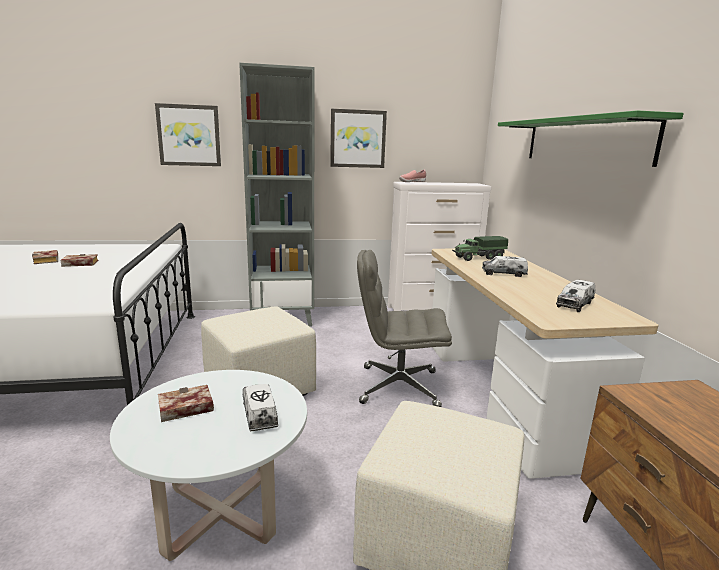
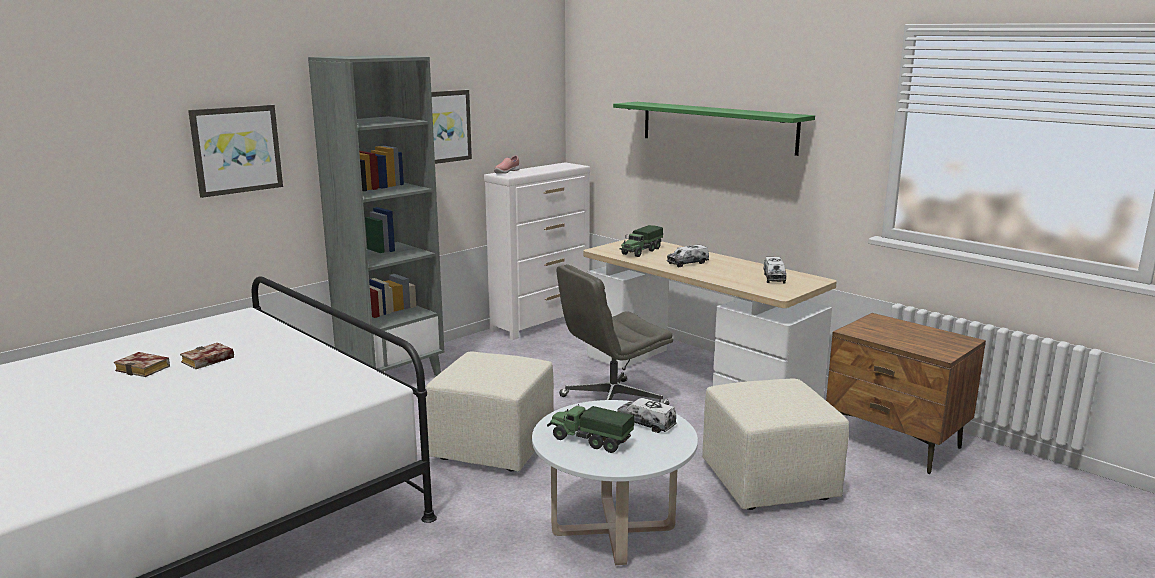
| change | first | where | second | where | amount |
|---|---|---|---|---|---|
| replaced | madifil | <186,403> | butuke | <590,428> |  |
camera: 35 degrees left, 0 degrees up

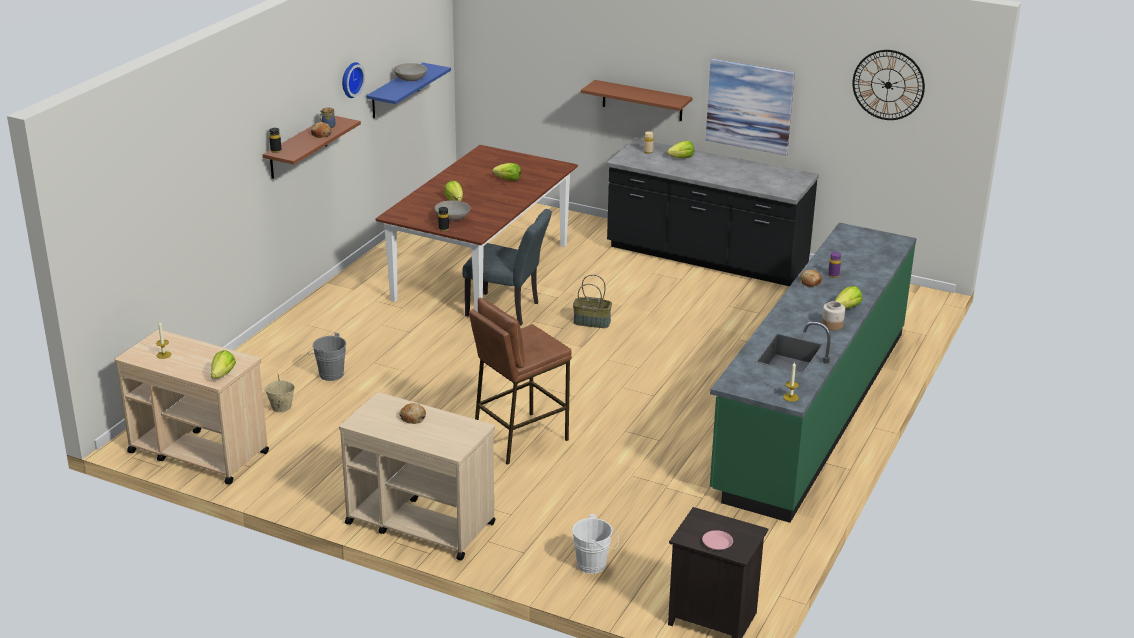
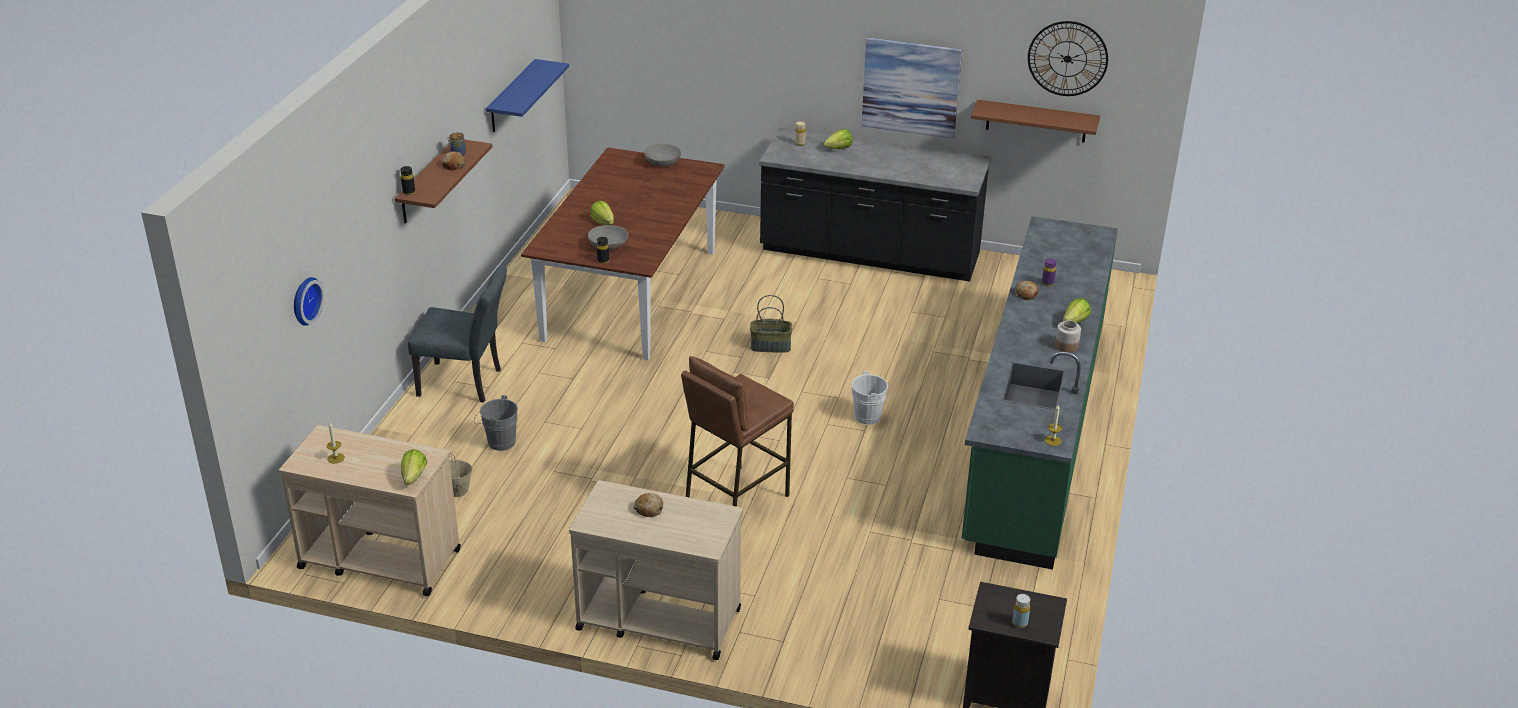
| change | first | where | second | where | amount |
|---|---|---|---|---|---|
| removed | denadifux | <506,172> |  |  |  |
| moved | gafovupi | <353,80> |  | <309,301> |  |
| moved | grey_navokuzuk | <410,72> |  | <662,155> |  |
| moved | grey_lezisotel | <507,267> |  | <457,334> |  |
| moved | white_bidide | <595,544> |  | <872,398> |  |
| moved | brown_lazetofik | <637,100> |  | <1035,121> |  |
| replaced | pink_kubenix | <717,540> | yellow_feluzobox | <1021,611> |  |
camera: 10 degrees left, 5 degrees up

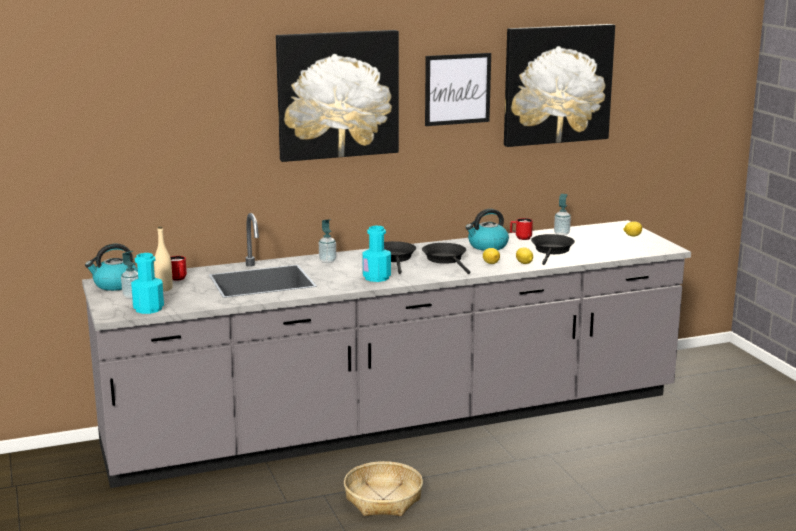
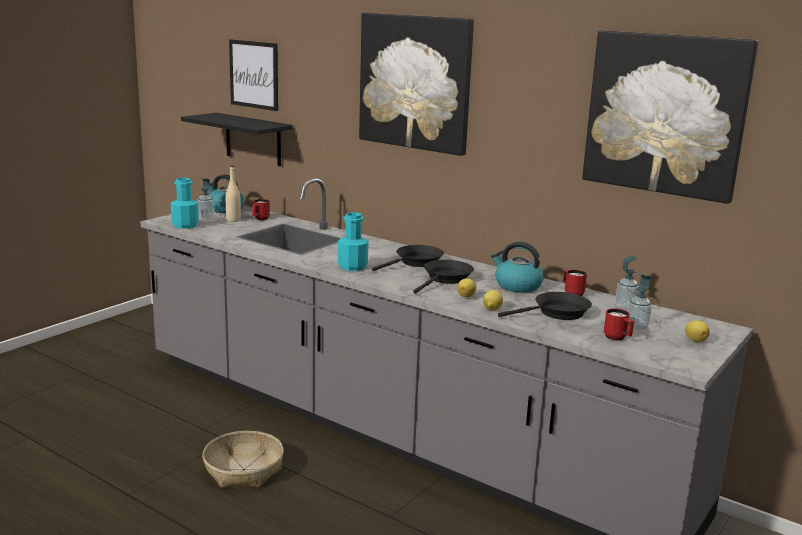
| change | first | where | second | where | amount |
|---|---|---|---|---|---|
| added |  |  | black_lazetofik | <237,139> |  |
| added |  |  | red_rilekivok | <619,325> |  |
| moved | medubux | <327,241> |  | <640,302> |  |
| moved | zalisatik | <458,89> |  | <253,75> |  |
camera: 55 degrees right, 0 degrees up

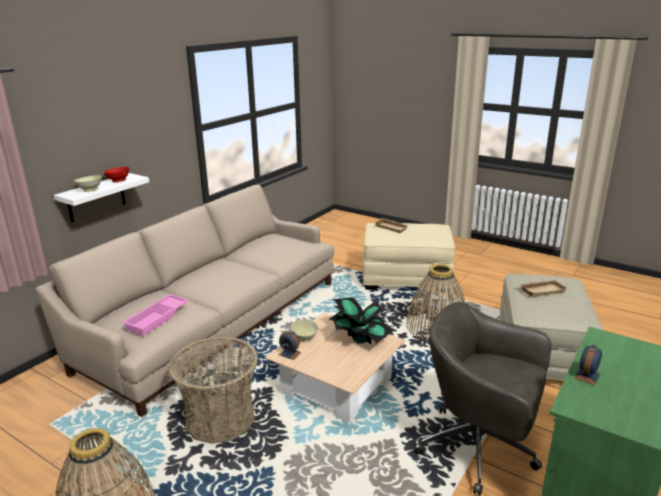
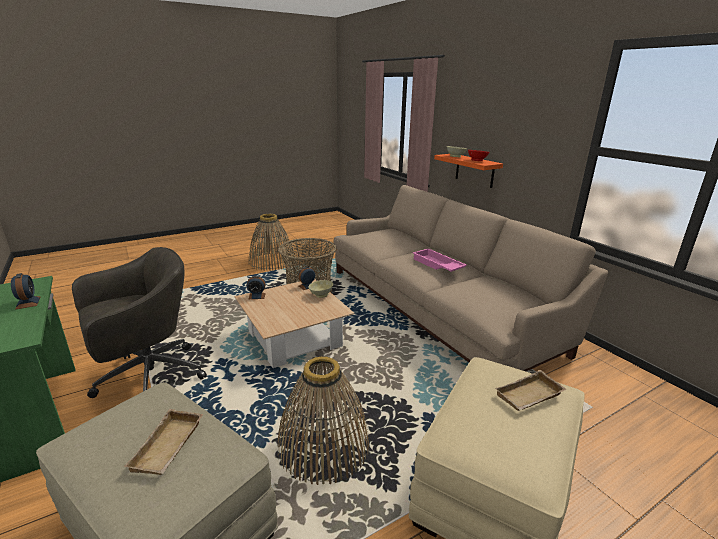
| change | first | where | second | where | amount |
|---|---|---|---|---|---|
| removed | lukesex | <361,320> |  |  |  |
| added |  |  | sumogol | <256,287> |  |
| moved | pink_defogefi | <155,315> |  | <440,260> |  |
| recoloured | white_lazetofik | <101,197> | orange_lazetofik | <468,171> |  |
camera: 115 degrees right, 0 degrees up

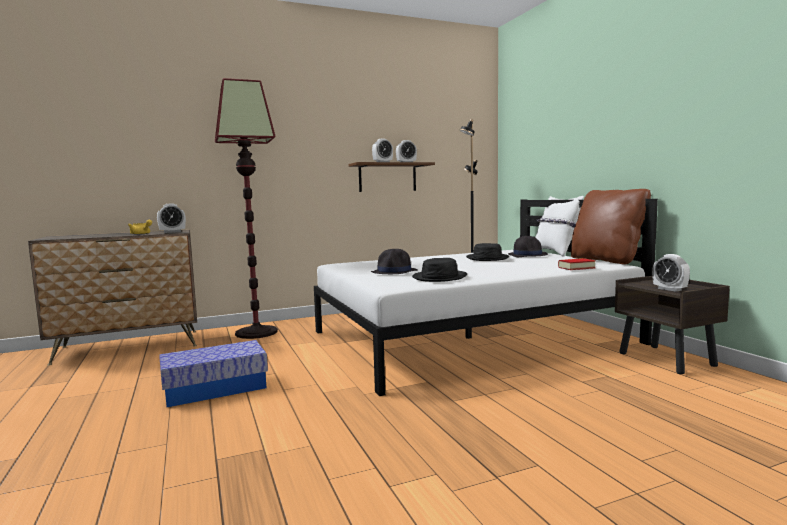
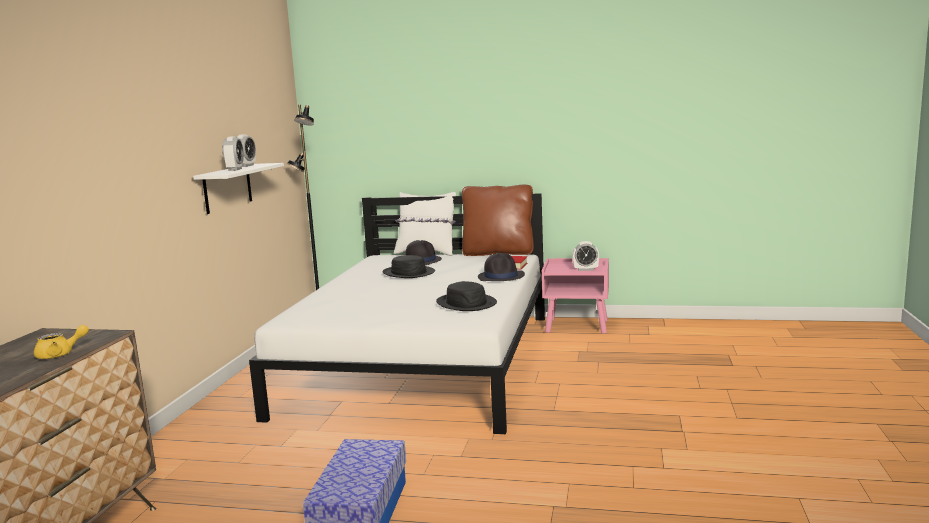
| change | first | where | second | where | amount |
|---|---|---|---|---|---|
| removed | sumogol | <171,218> |  |  |  |
| removed | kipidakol | <246,208> |  |  |  |
| moved | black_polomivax | <394,261> |  | <501,267> |  |
| recoloured | brown_lazetofik | <392,177> | white_lazetofik | <238,188> |  |
| recoloured | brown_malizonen | <672,325> | pink_malizonen | <575,296> |  |
camera: 55 degrees left, 5 degrees up

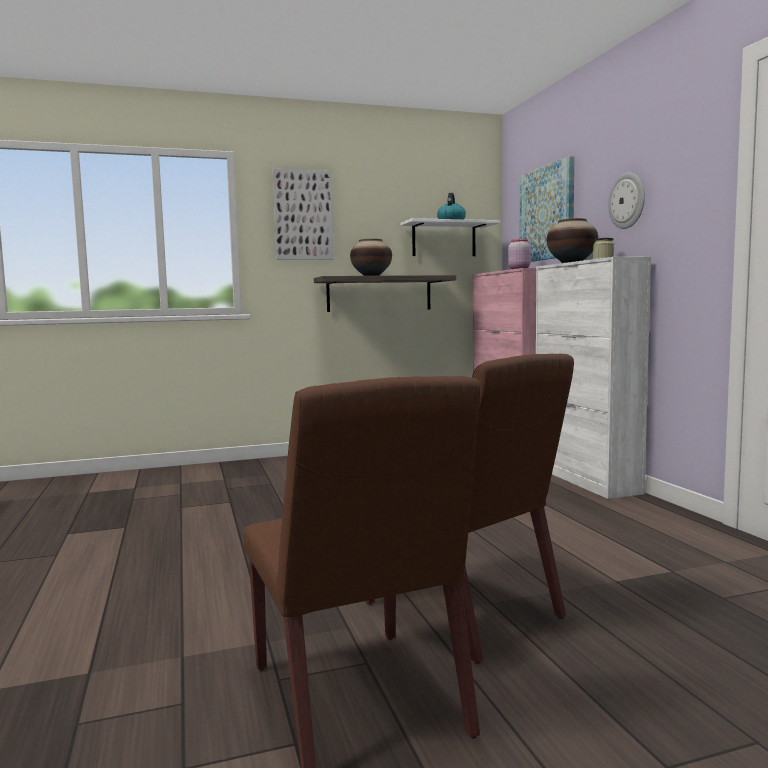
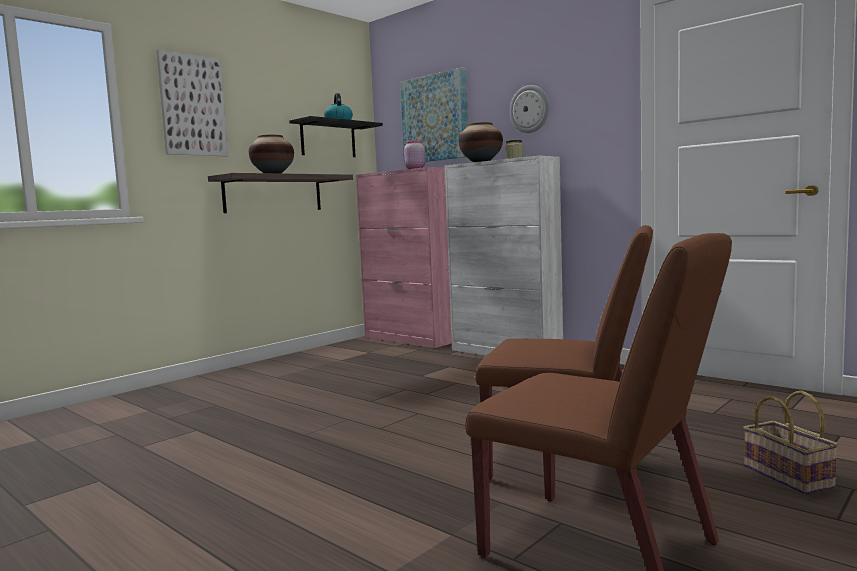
| change | first | where | second | where | amount |
|---|---|---|---|---|---|
| added |  |  | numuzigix | <790,443> |  |
| recoloured | white_lazetofik | <450,237> | black_lazetofik | <336,136> |  |
camera: 30 degrees left, 0 degrees up

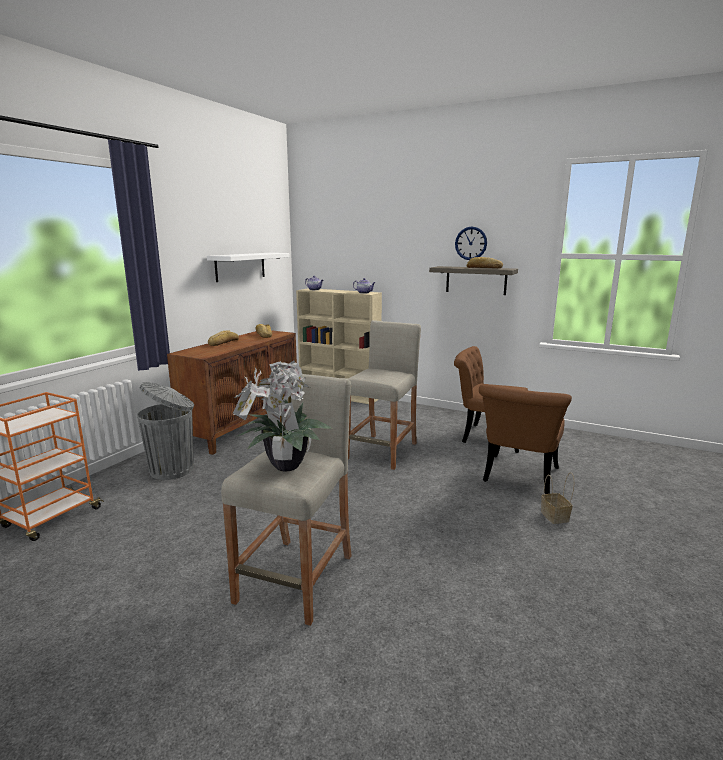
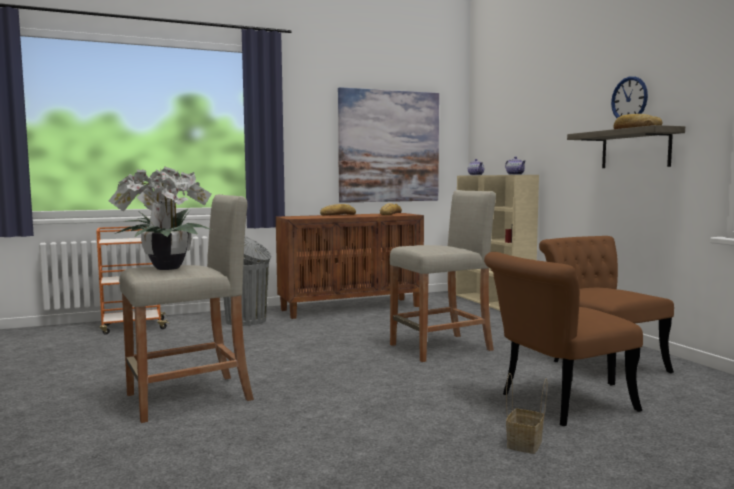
| change | first | where | second | where | amount |
|---|---|---|---|---|---|
| replaced | white_lazetofik | <248,267> | zalisatik | <388,145> |  |
camera: 40 degrees right, 10 degrees down

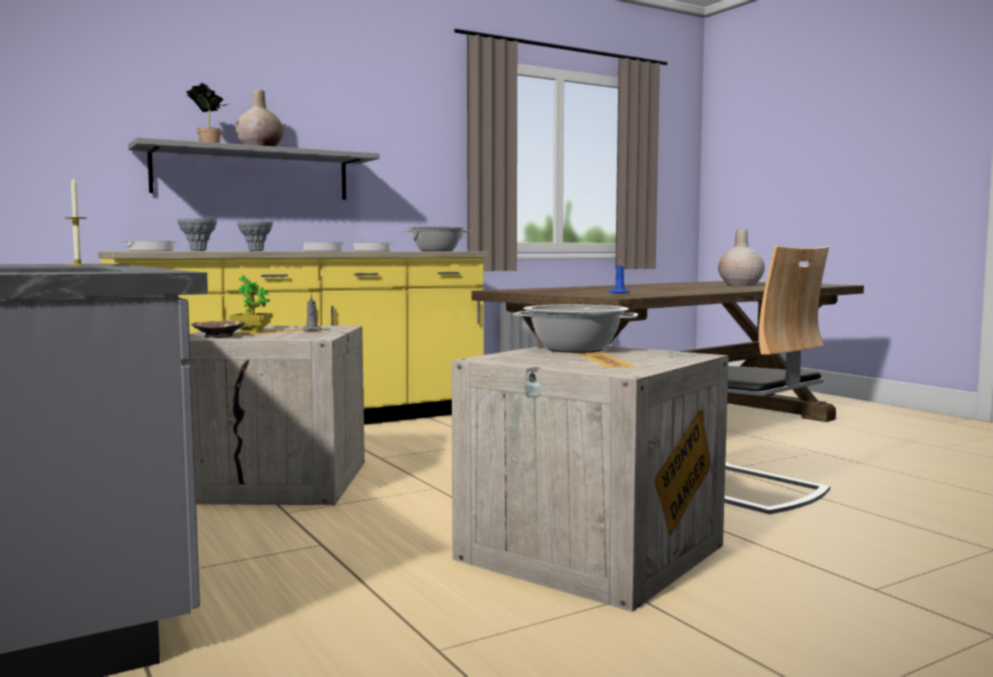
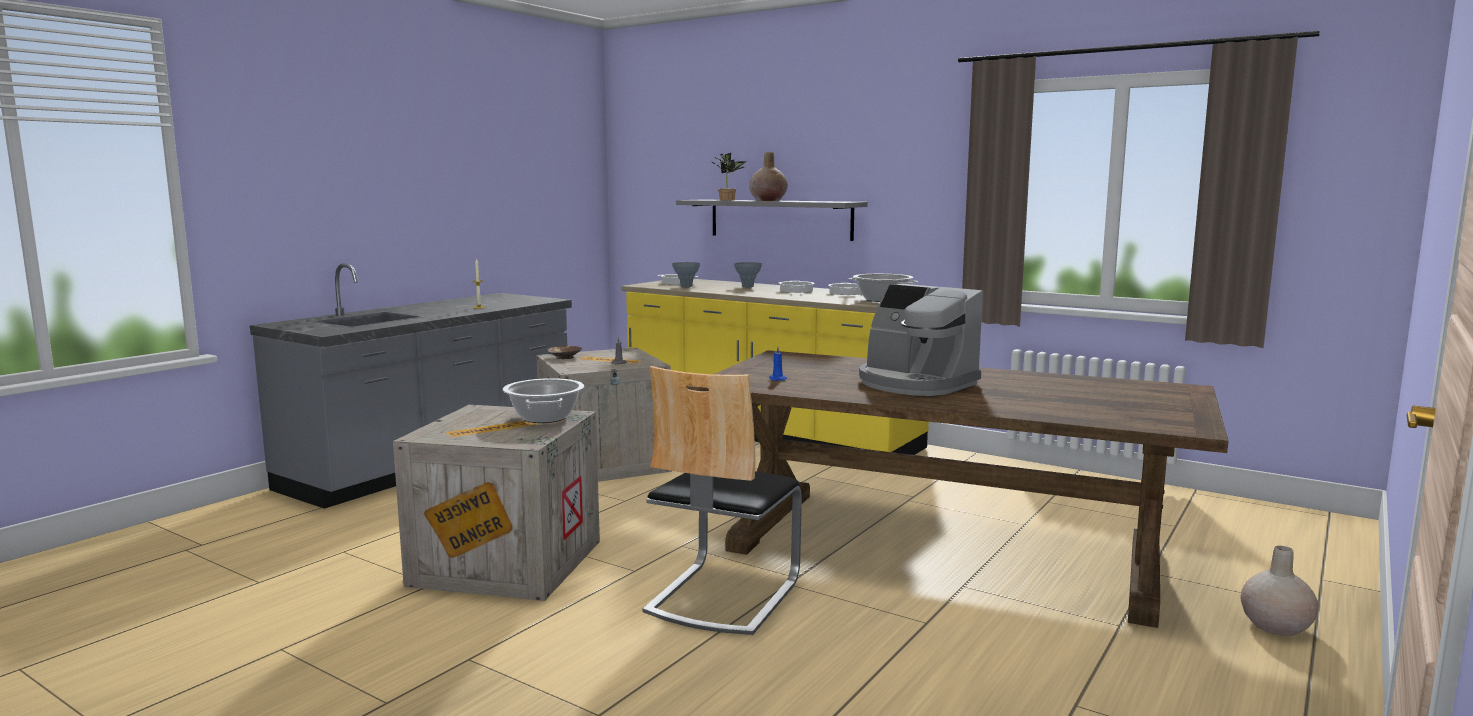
| change | first | where | second | where | amount |
|---|---|---|---|---|---|
| removed | lukesex | <251,304> |  |  |  |
| added |  |  | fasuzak | <921,340> |  |
| moved | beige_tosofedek | <741,257> |  | <1280,591> |  |
camera: 65 degrees right, 5 degrees up

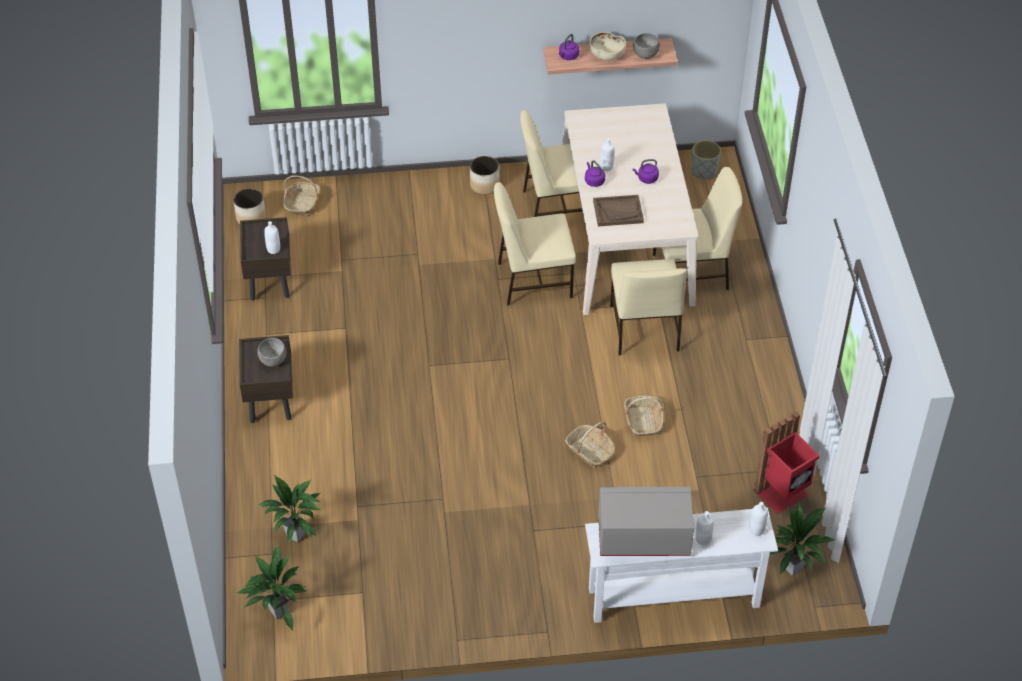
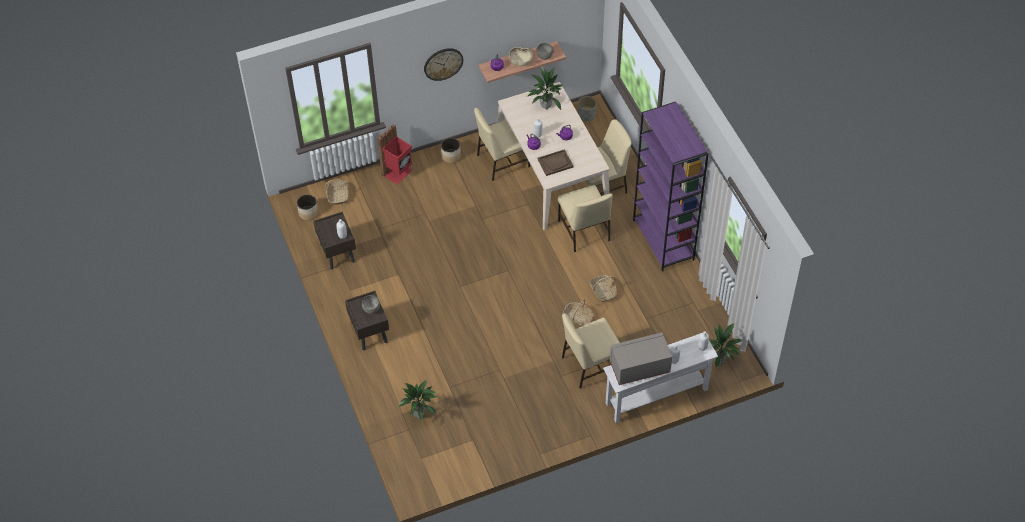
| change | first | where | second | where | amount |
|---|---|---|---|---|---|
| added |  |  | gafovupi | <443,64> |  |
| added |  |  | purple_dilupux | <671,186> |  |
| moved | lukesex | <272,588> |  | <545,88> |  |
| moved | beige_lezisotel | <535,244> |  | <591,351> |  |
| moved | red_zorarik | <787,462> |  | <394,154> |  |
camera: 15 degrees left, 5 degrees up

